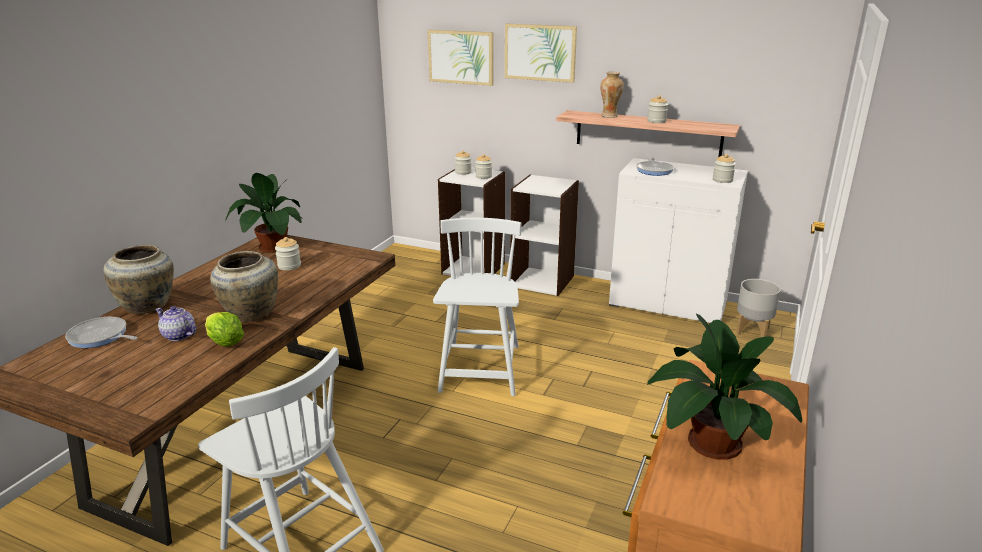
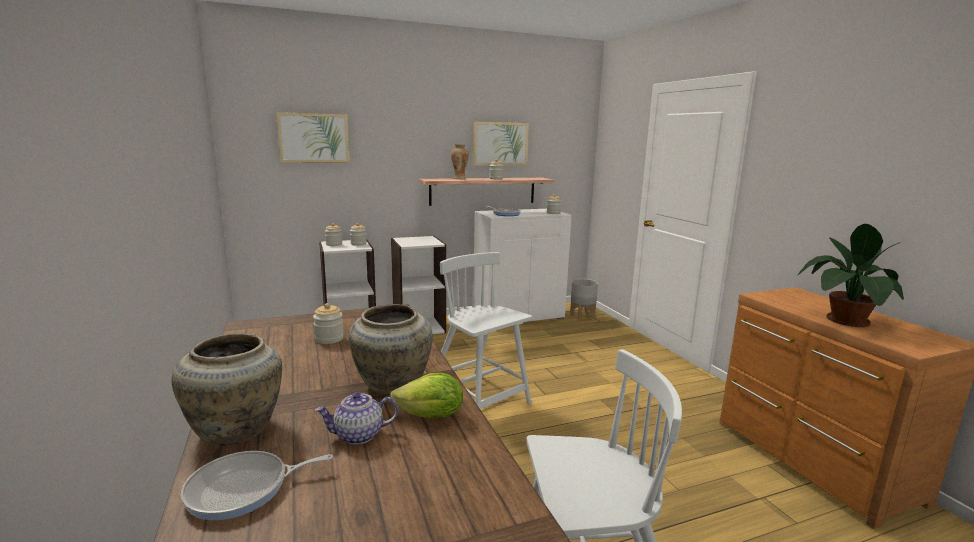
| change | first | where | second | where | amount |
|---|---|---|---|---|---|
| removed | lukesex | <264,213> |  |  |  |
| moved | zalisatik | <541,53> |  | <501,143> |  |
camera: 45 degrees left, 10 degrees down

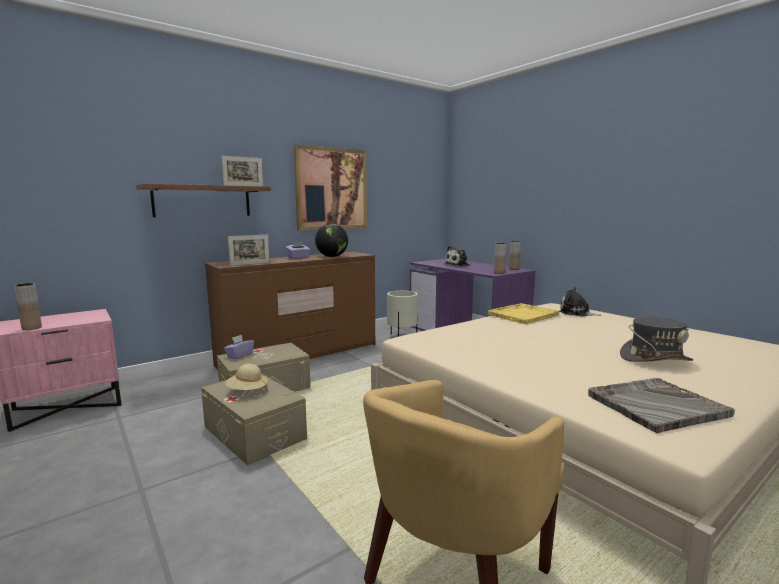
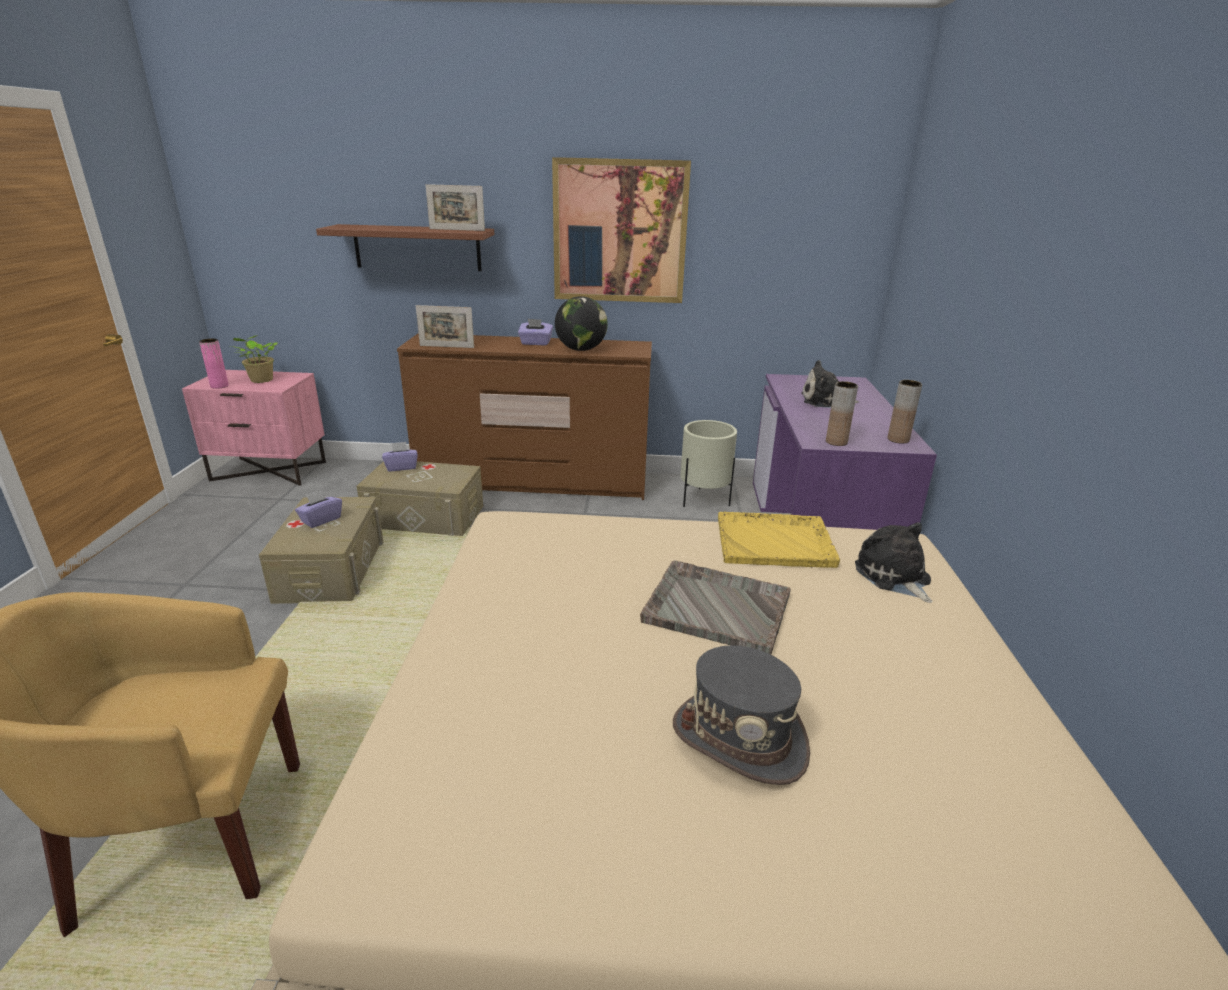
| change | first | where | second | where | amount |
|---|---|---|---|---|---|
| added |  |  | lukesex | <254,359> |  |
| moved | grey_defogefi | <661,405> |  | <715,607> |  |
| replaced | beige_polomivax | <247,378> | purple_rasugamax | <318,508> |  |
| recoloured | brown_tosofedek | <28,306> | pink_tosofedek | <214,364> |  |
camera: 40 degrees right, 15 degrees up

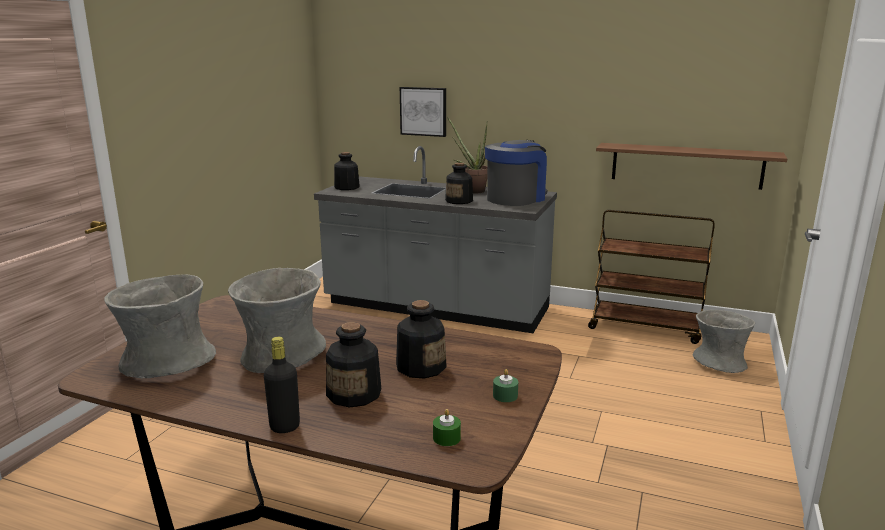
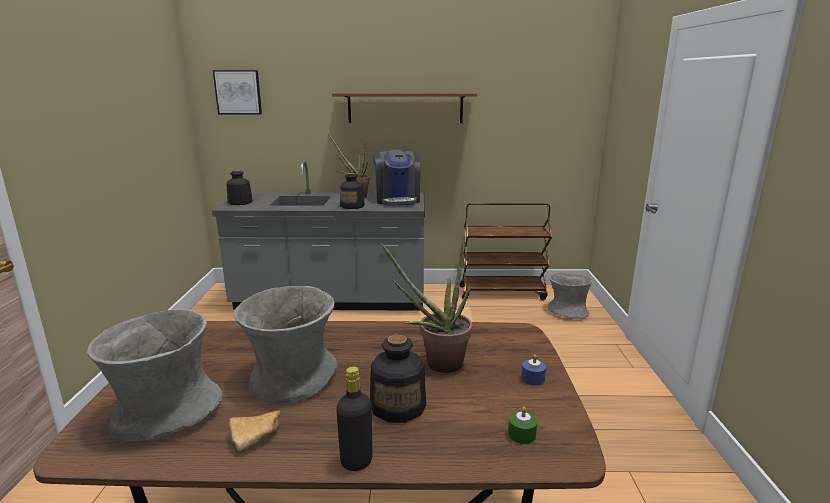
| change | first | where | second | where | amount |
|---|---|---|---|---|---|
| added |  |  | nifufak | <254,432> |  |
| moved | zalisatik | <423,112> |  | <237,92> |  |
| moved | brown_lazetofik | <691,166> |  | <404,107> |  |
| replaced | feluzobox | <421,339> | lukesex | <426,305> |  |
| recoloured | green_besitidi | <505,385> | blue_besitidi | <533,370> |  |
| turned | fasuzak | <516,173> |  | <396,177> | 150 degrees clockwise |
camera: 20 degrees left, 0 degrees up

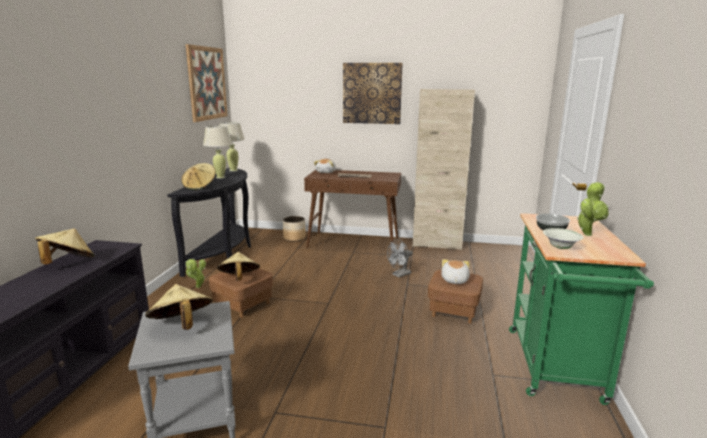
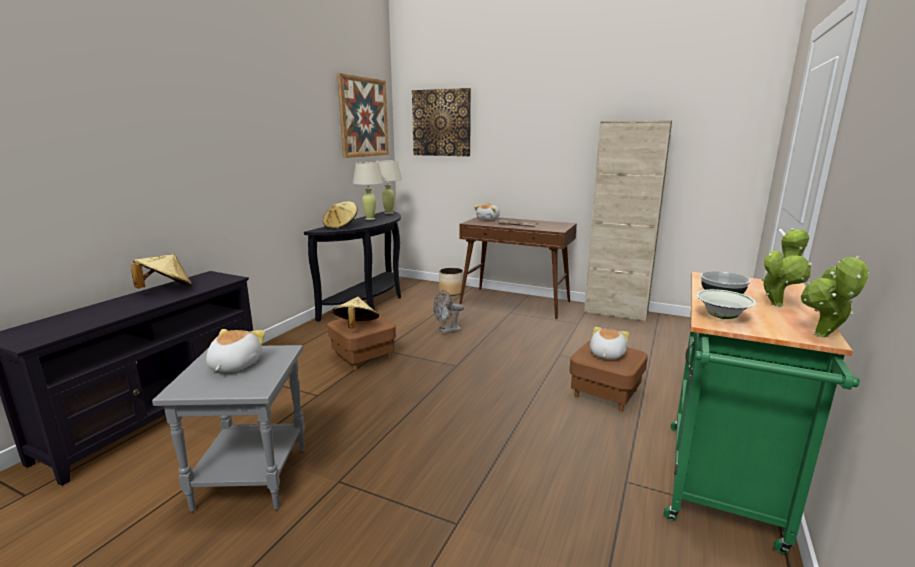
| change | first | where | second | where | amount |
|---|---|---|---|---|---|
| moved | lukesex | <196,273> |  | <835,296> |  |
| moved | zalisatik | <373,93> |  | <441,122> |  |
| moved | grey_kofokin | <400,258> |  | <448,312> |  |
| replaced | beige_polomivax | <179,307> | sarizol | <235,350> |  |
camera: 15 degrees right, 0 degrees up

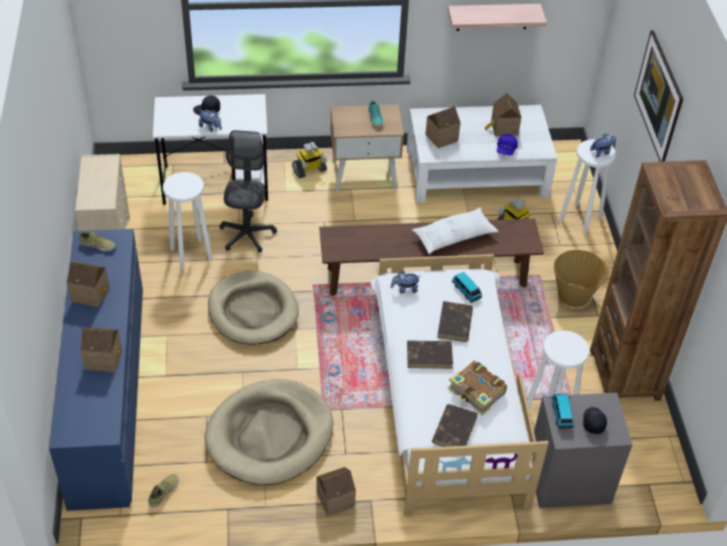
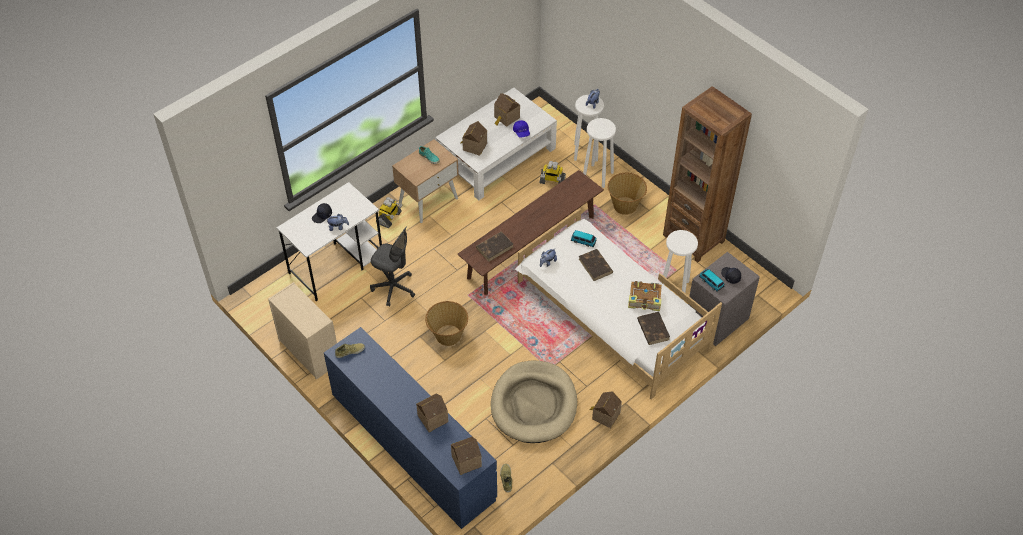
| change | first | where | second | where | amount |
|---|---|---|---|---|---|
| removed | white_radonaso | <455,230> |  |  |  |
| removed | lazetofik | <497,17> |  |  |  |
| removed | zalisatik | <658,96> |  |  |  |
| moved | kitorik | <88,285> |  | <466,455> |  |
| moved | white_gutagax | <187,221> |  | <599,153> |  |
| moved | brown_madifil | <430,354> |  | <494,246> |  |
| replaced | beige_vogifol | <253,308> | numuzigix | <446,323> |  |
| turned | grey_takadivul | <248,191> |  | <392,266> | 150 degrees clockwise |
camera: 35 degrees left, 5 degrees up

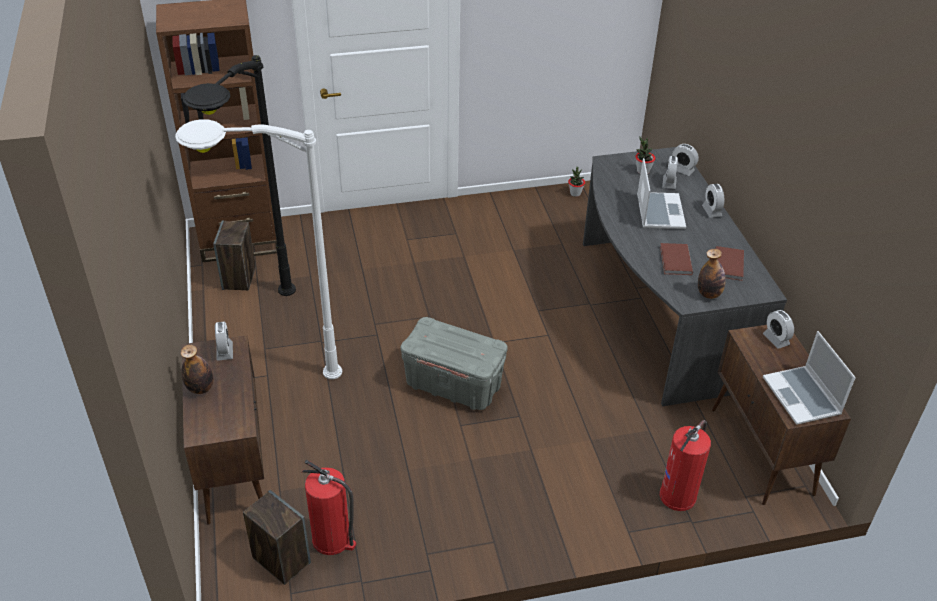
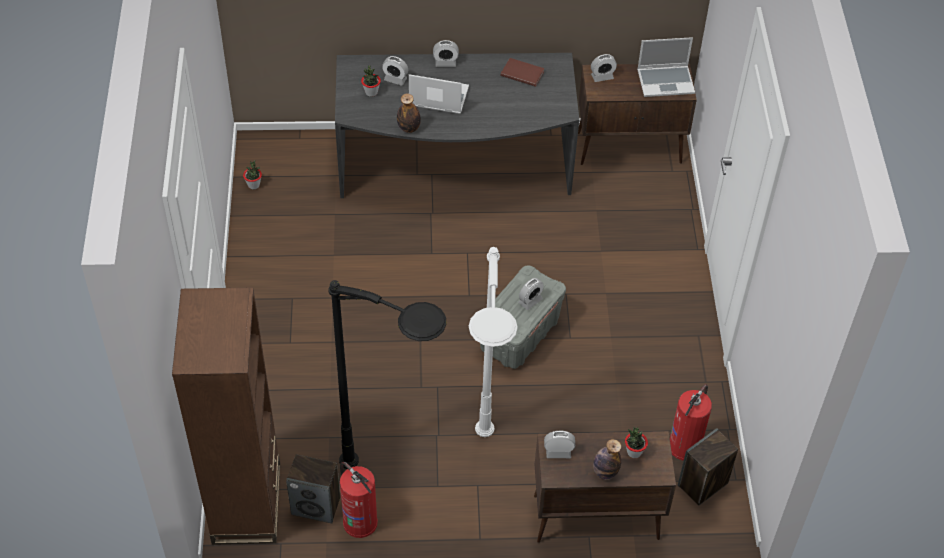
| change | first | where | second | where | amount |
|---|---|---|---|---|---|
| removed | brown_madifil | <676,259> |  |  |  |
| added |  |  | lukesex | <636,442> |  |
| moved | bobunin | <685,465> |  | <359,500> |  |
| moved | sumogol | <685,160> |  | <531,294> |  |
| moved | feluzobox | <712,274> |  | <409,113> |  |
camera: 80 degrees left, 10 degrees up

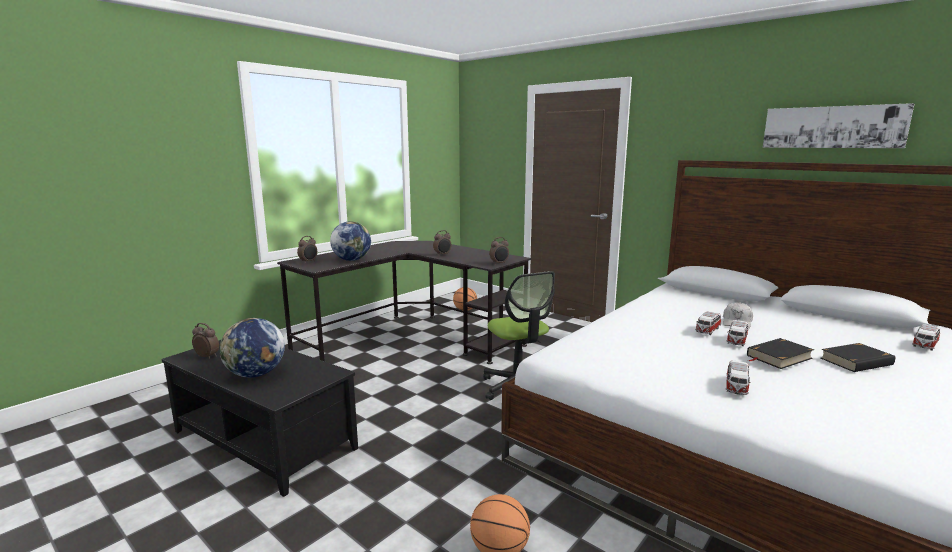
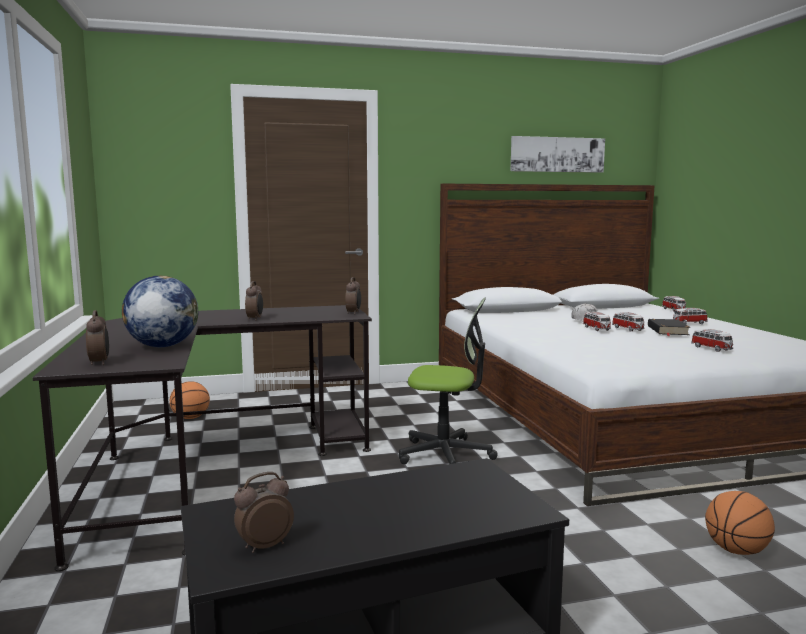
| change | first | where | second | where | amount |
|---|---|---|---|---|---|
| removed | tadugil | <252,348> |  |  |  |
| replaced | black_madifil | <857,357> | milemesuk | <690,316> |  |
camera: 55 degrees left, 5 degrees down

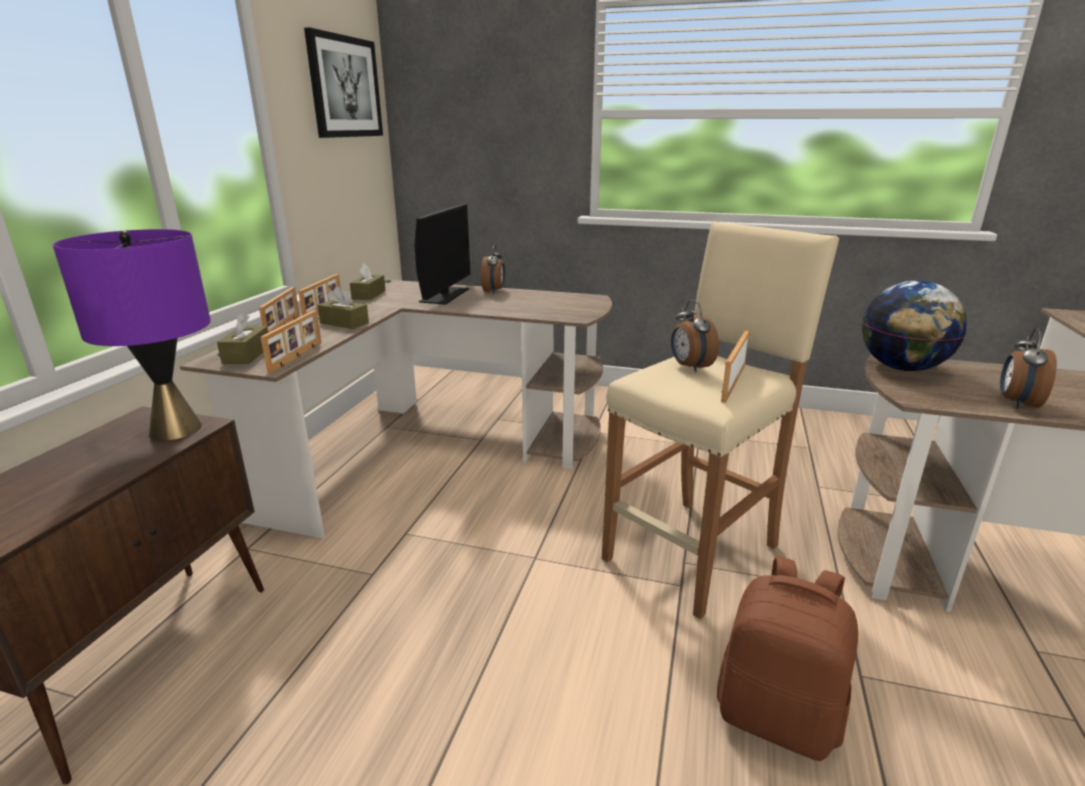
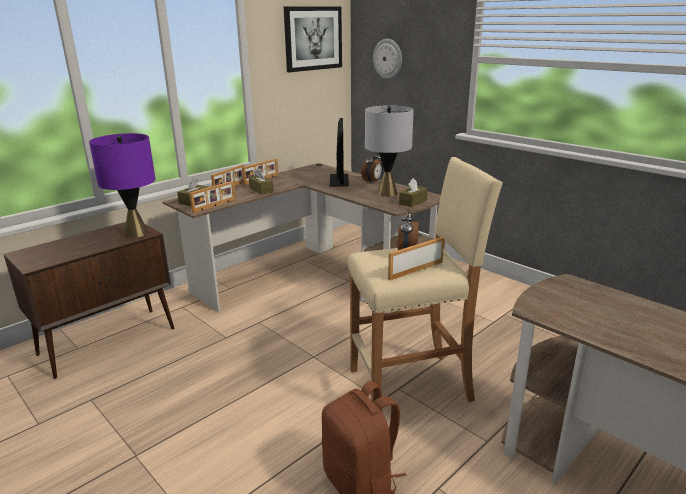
| change | first | where | second | where | amount |
|---|---|---|---|---|---|
| removed | tadugil | <914,325> |  |  |  |
| removed | sumogol | <1028,368> |  |  |  |
| added |  |  | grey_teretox | <389,151> |  |
| added |  |  | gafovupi | <387,59> |  |
| moved | brown_rasugamax | <368,281> |  | <413,192> |  |
| turned | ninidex | <442,254> |  | <339,152> | 45 degrees counterclockwise |
camera: 30 degrees right, 0 degrees up

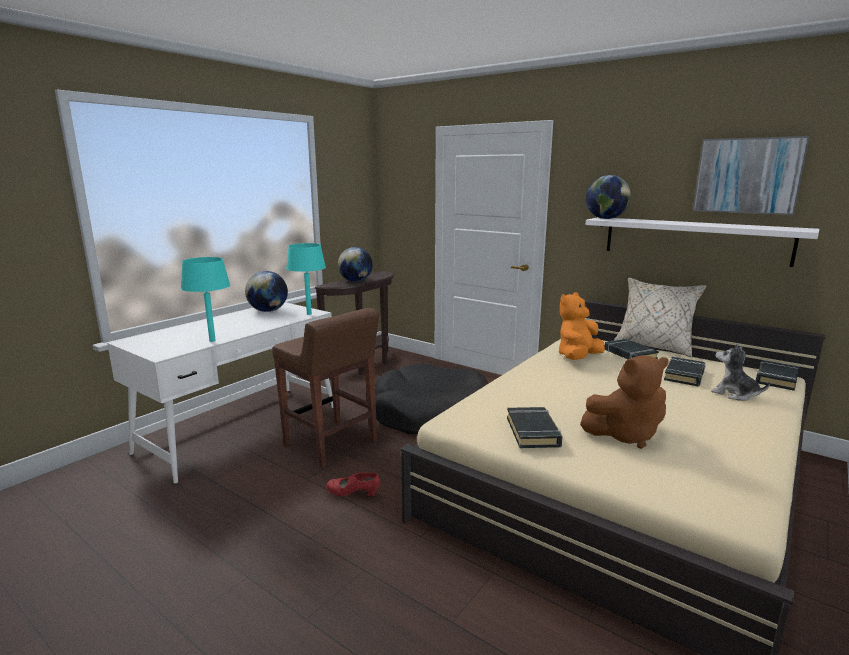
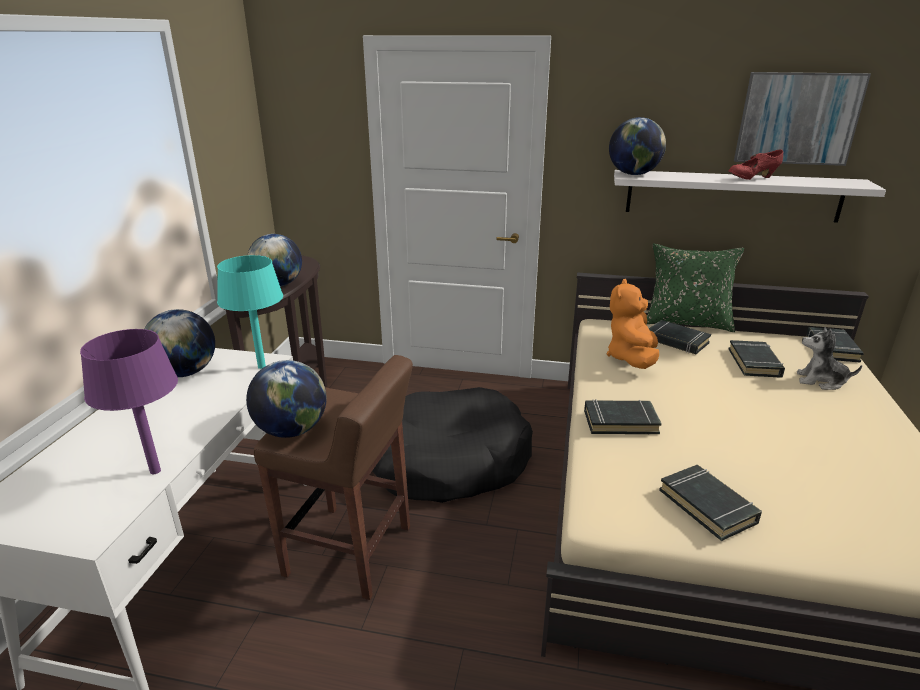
| change | first | where | second | where | amount |
|---|---|---|---|---|---|
| removed | brown_sarizol | <624,402> |  |  |  |
| added |  |  | tadugil | <286,399> |  |
| added |  |  | black_madifil | <623,416> |  |
| moved | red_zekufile | <353,484> |  | <755,165> |  |
| recoloured | turquoise_teretox | <205,299> | purple_teretox | <129,401> |  |
| recoloured | beige_radonaso | <660,317> | green_radonaso | <695,288> |  |
camera: 25 degrees left, 10 degrees up

